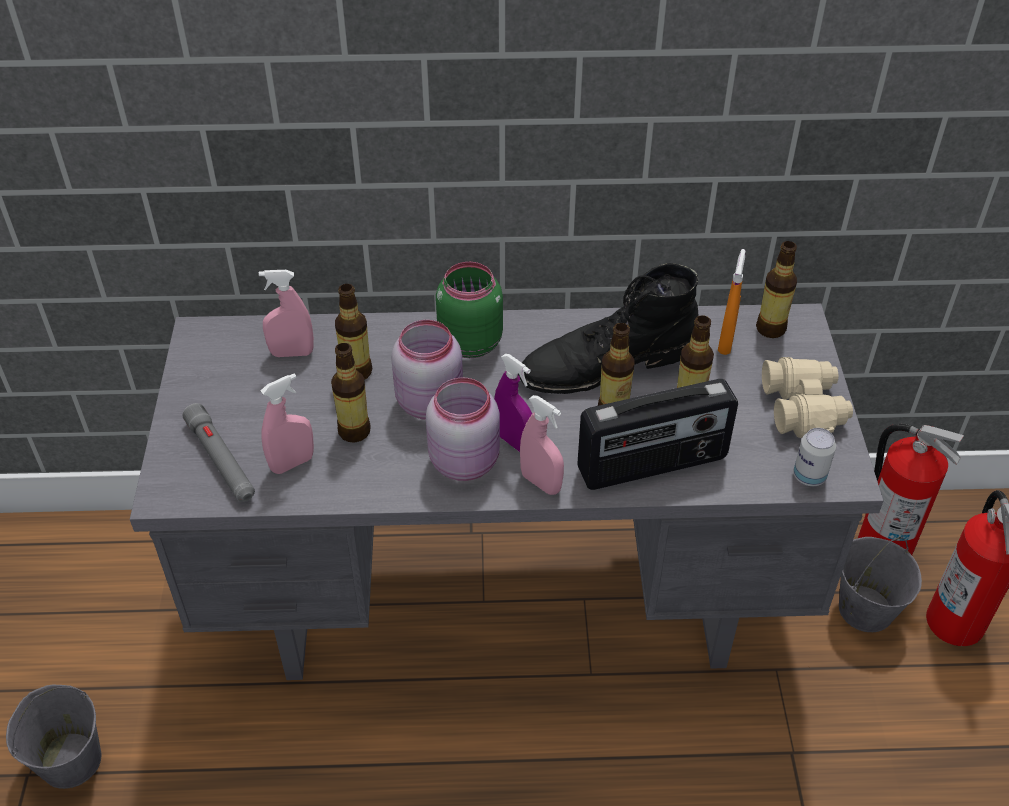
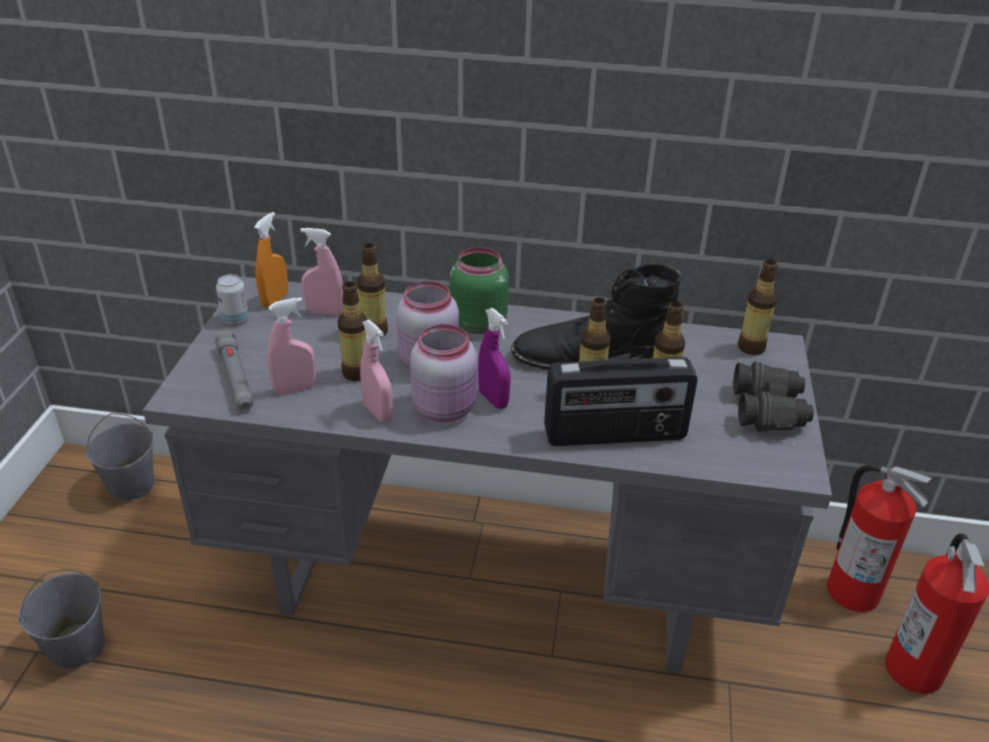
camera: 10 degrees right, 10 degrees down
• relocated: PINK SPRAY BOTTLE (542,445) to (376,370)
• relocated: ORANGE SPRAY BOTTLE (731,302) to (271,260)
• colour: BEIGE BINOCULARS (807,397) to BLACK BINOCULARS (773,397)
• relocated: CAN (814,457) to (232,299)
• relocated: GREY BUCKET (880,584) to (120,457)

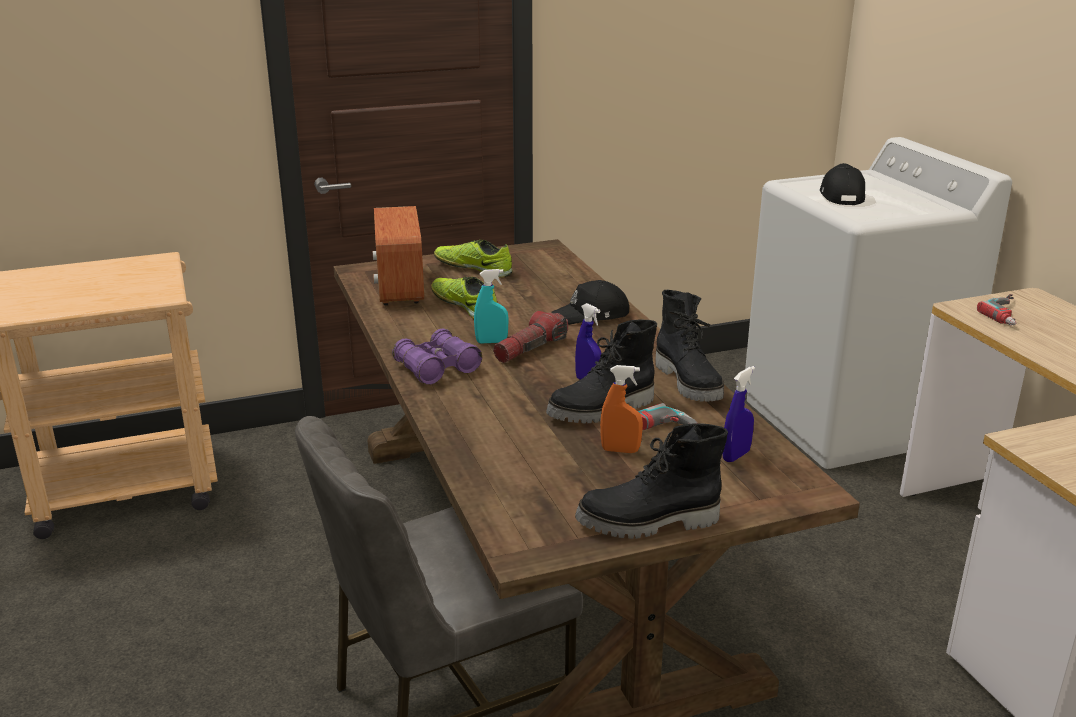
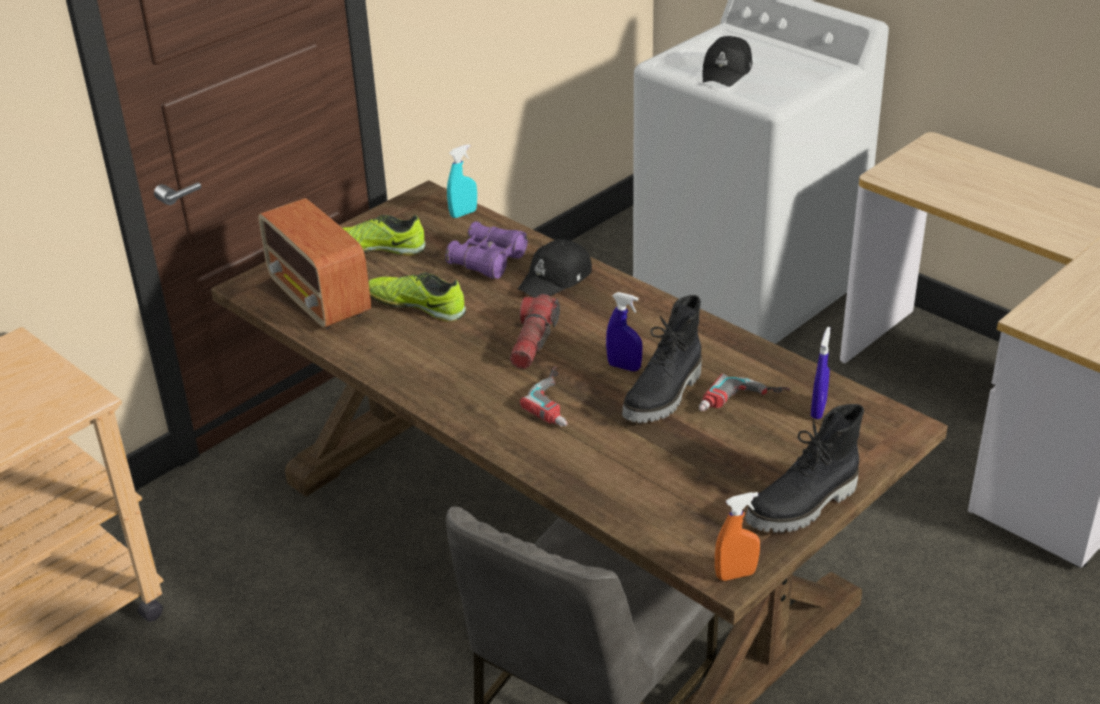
camera: 25 degrees left, 10 degrees up
• relocated: PURPLE BINOCULARS (437,357) to (486,250)
• relocated: TURQUOISE SPRAY BOTTLE (491,306) to (462,181)
• relocated: ORANGE SPRAY BOTTLE (621,409) to (737,536)
• missing: BLACK BOOT (689,346)
• spun: BLACK CAP (842,184) = (727,61) 135 degrees counterclockwise
• relocated: POWER DRILL (996,309) to (544,396)

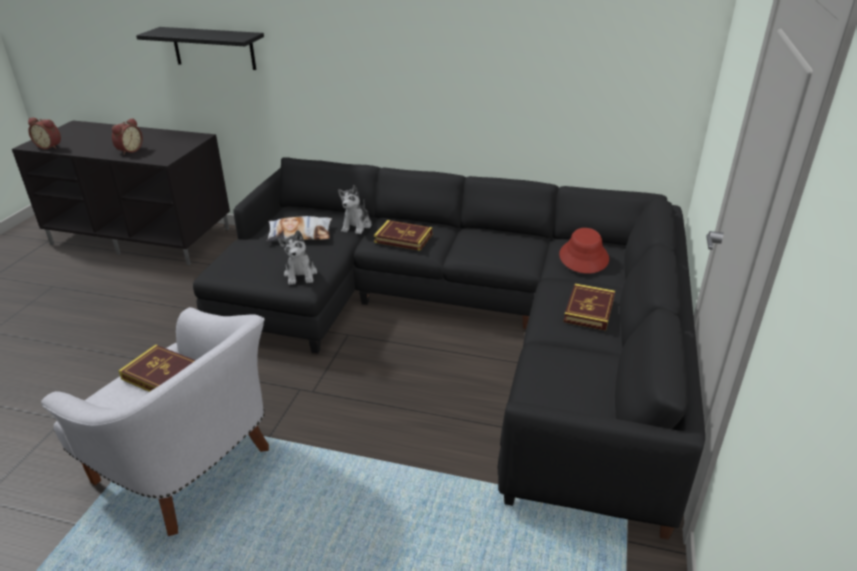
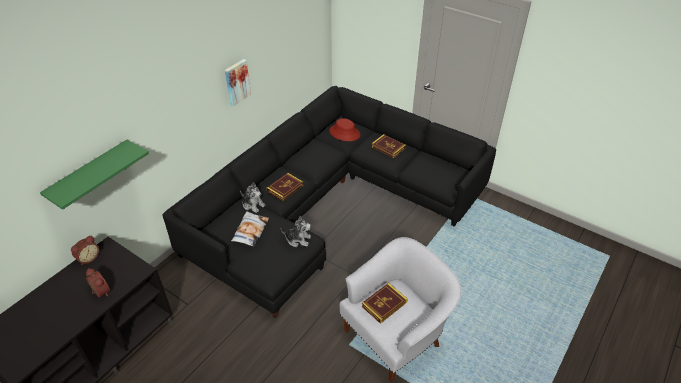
camera: 70 degrees left, 10 degrees up
• relocated: ALARM CLOCK (44,133) to (85,250)
• colour: BLACK SHELF (200,48) to GREEN SHELF (94,175)
• appeared: PICTURE (238,82)

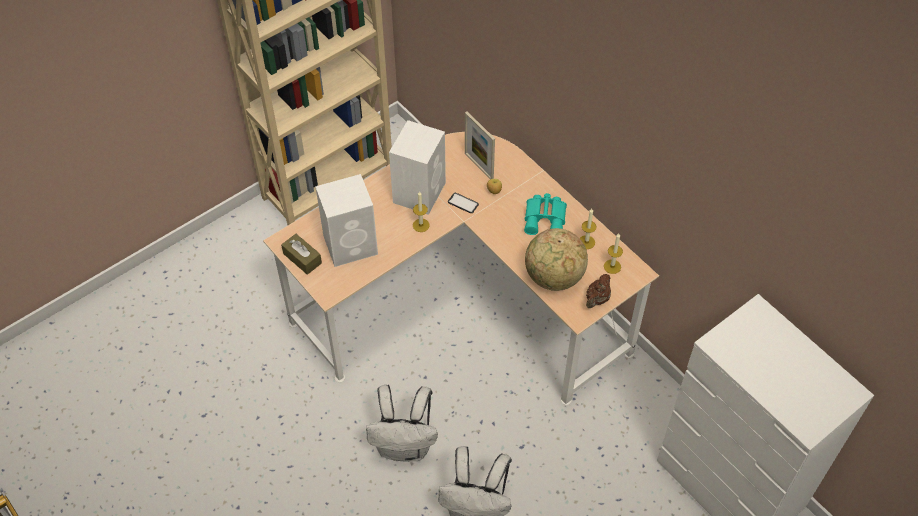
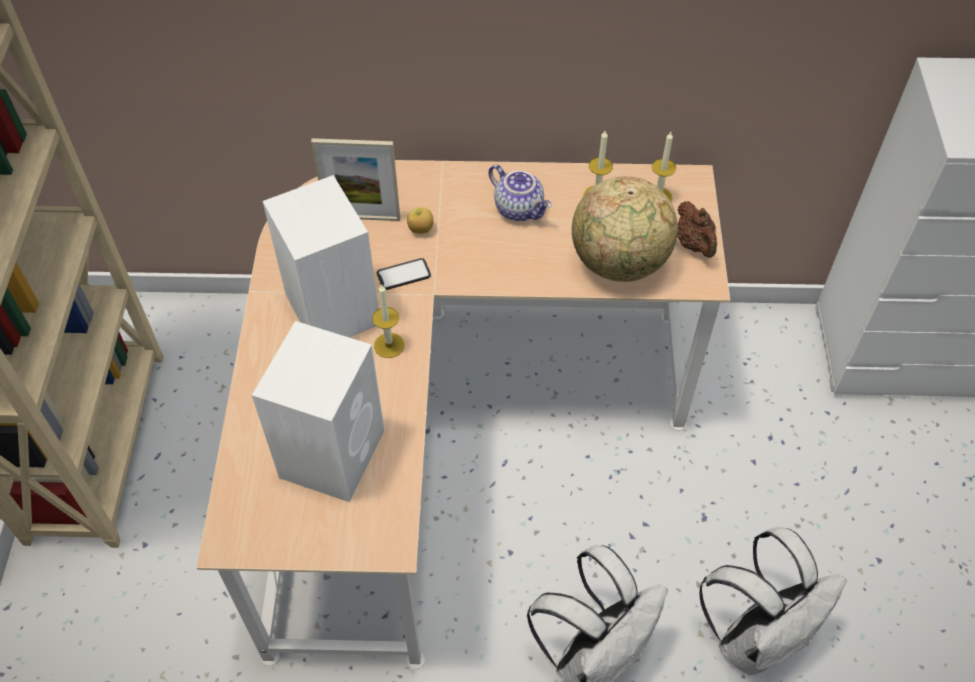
camera: 50 degrees left, 0 degrees up
• missing: BROWN TISSUE BOX (301,254)
• exchanged: TURQUOISE BINOCULARS (545,214) to TEAPOT (519,193)

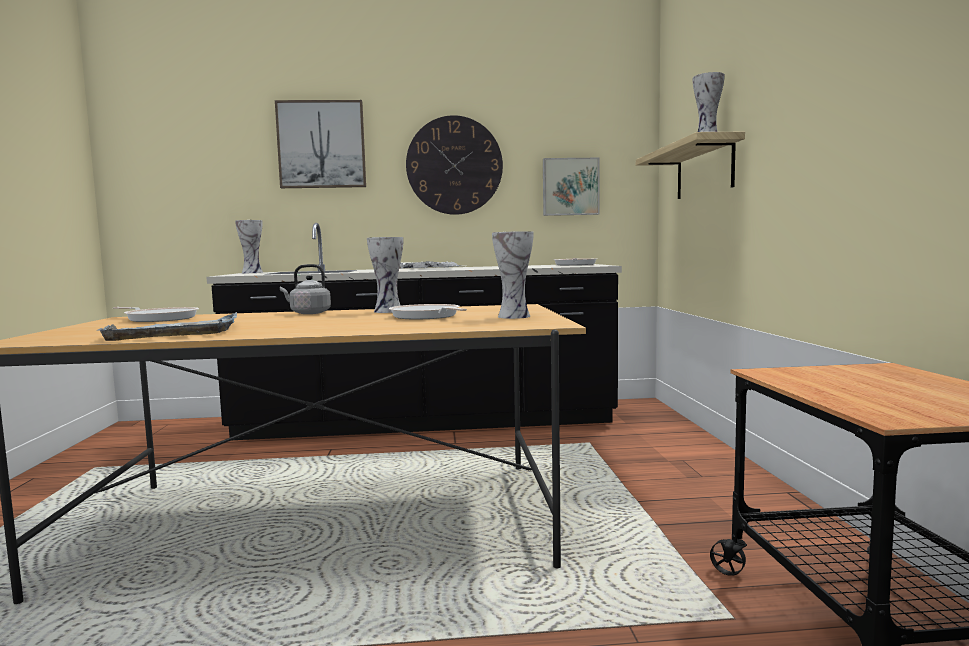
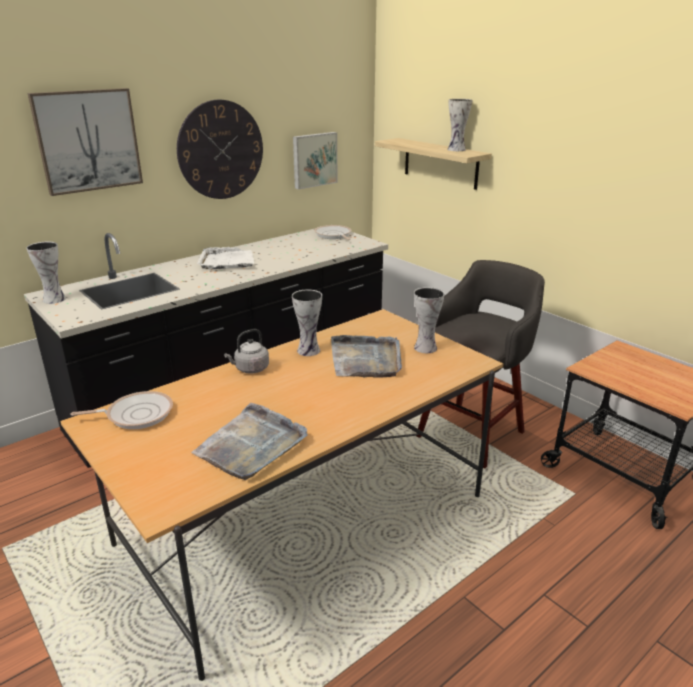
camera: 35 degrees left, 20 degrees up
• exchanged: FRYING PAN (428,311) to GREY TRAY (366,356)
• appeared: GREY STOOL (480,364)

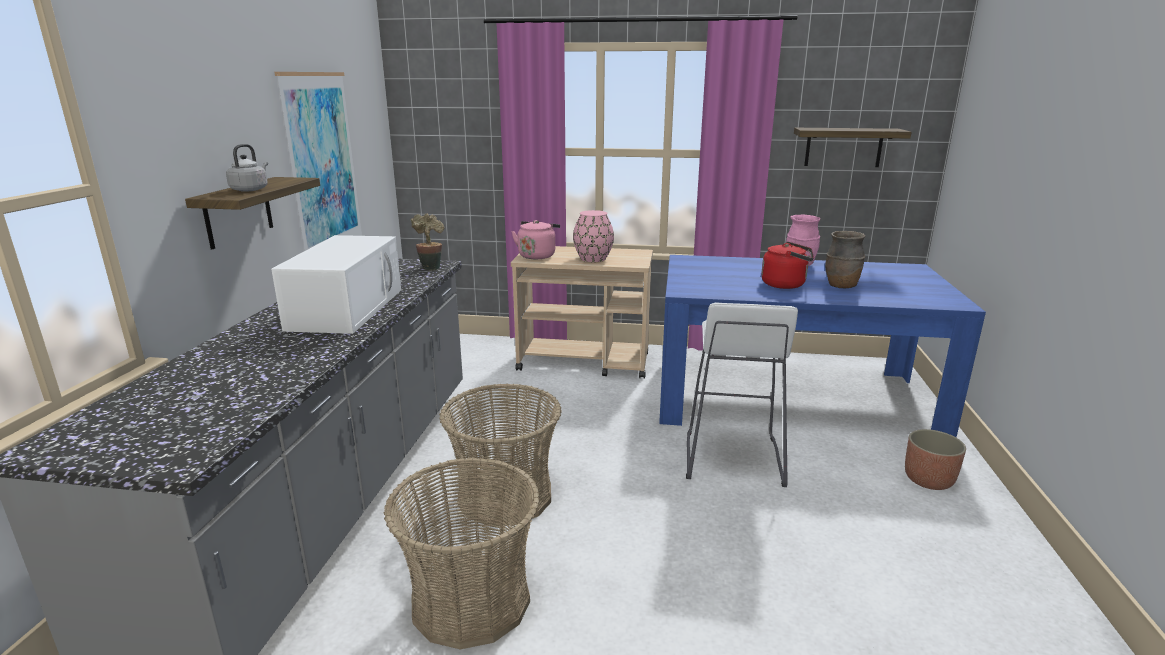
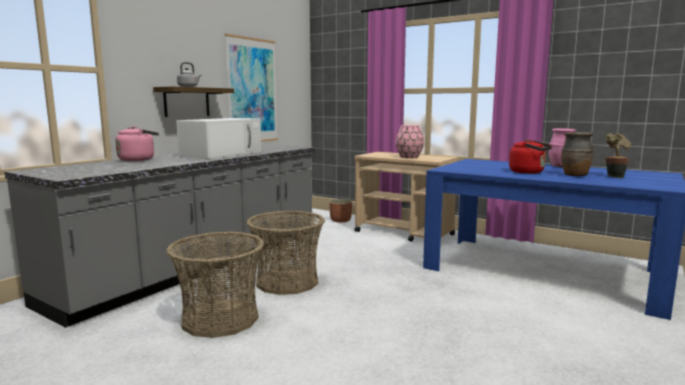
camera: 25 degrees right, 10 degrees down
• relocated: POTTED PLANT (427,241) to (618,156)
• relocated: PINK KETTLE (535,239) to (137,143)
• missing: WHITE STOOL (742,394)
• missing: SHELF (852,147)
• relocated: PLANTER (935,459) to (340,211)

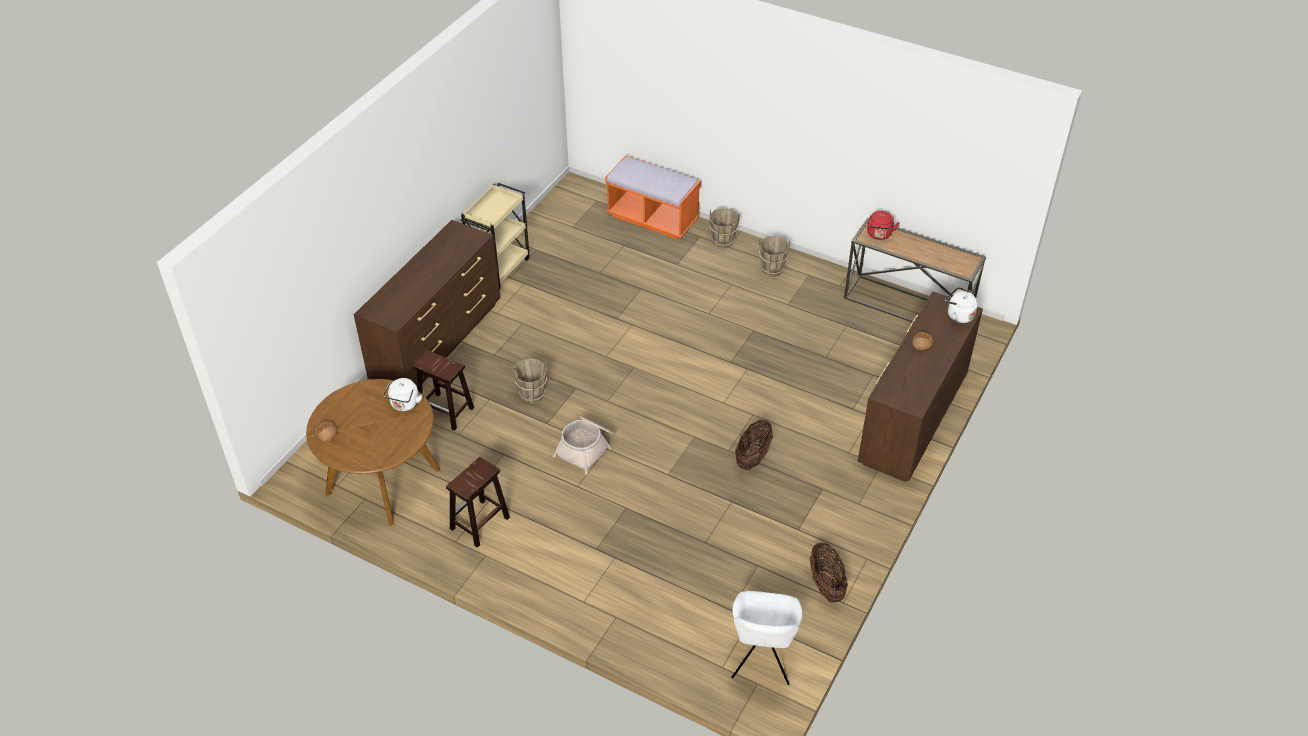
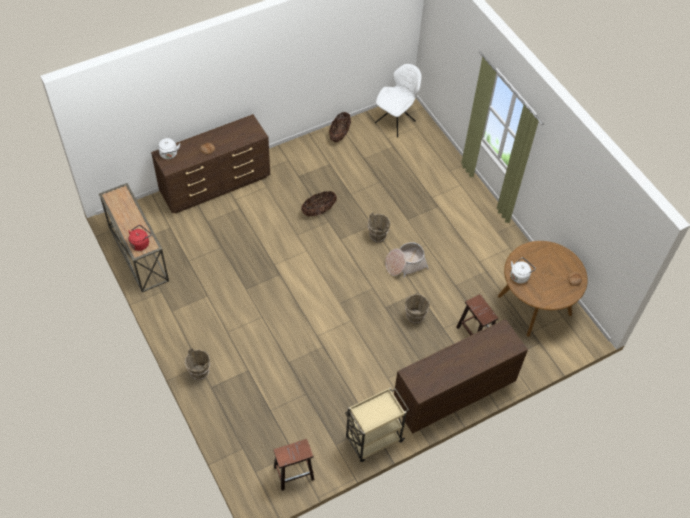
camera: 150 degrees left, 10 degrees up
• relocated: BROWN STOOL (478,502) to (293,465)
• missing: ORANGE BENCH (653,197)
• relocated: BROWN BUCKET (774,256) to (379,227)

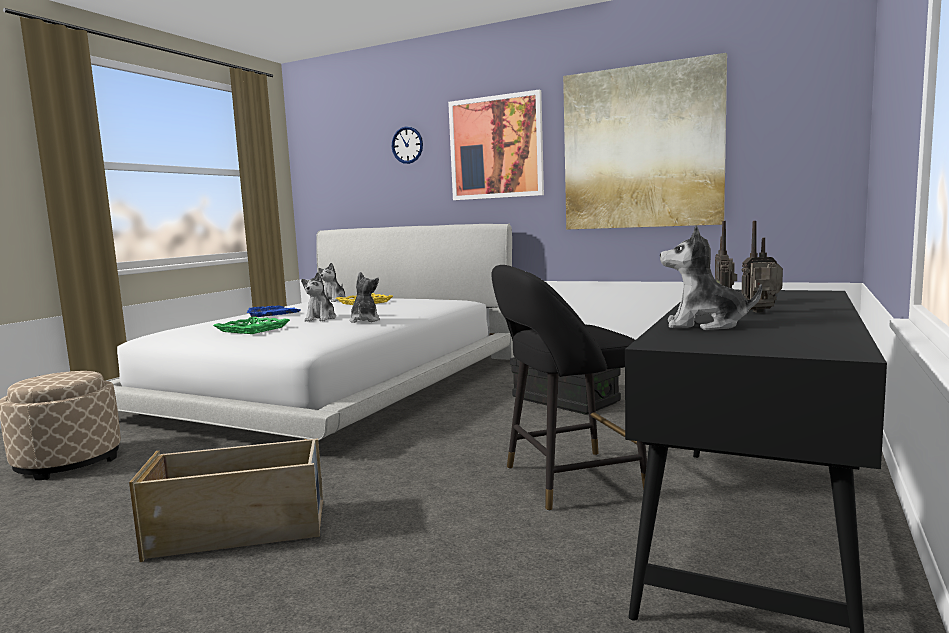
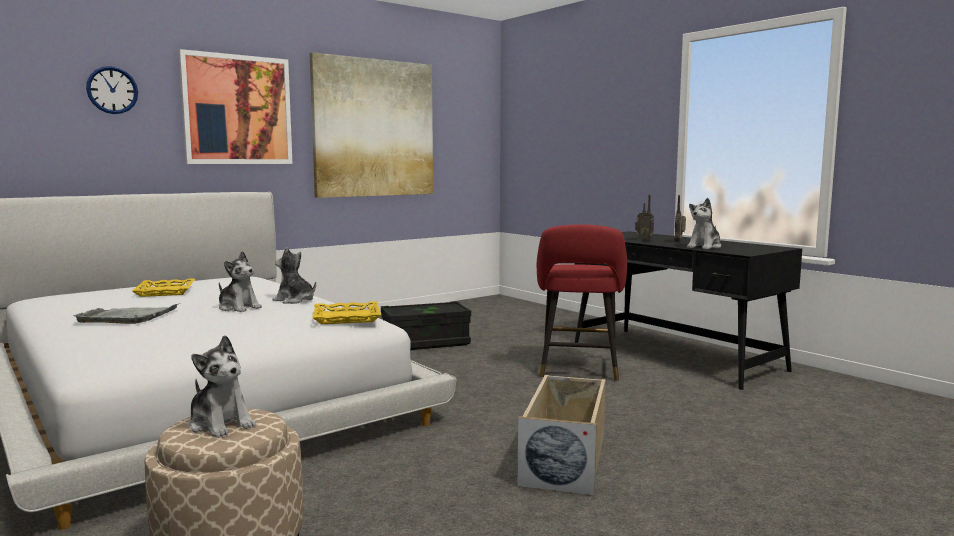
camera: 65 degrees left, 0 degrees up
• missing: GREEN TRAY (251,325)
• colour: BLUE TRAY (274,311) to GREY TRAY (125,314)
• relocated: PLUSH TOY (332,282) to (222,386)
• colour: BLACK STOOL (569,388) to RED STOOL (582,302)
• appeared: YELLOW TRAY (346,312)

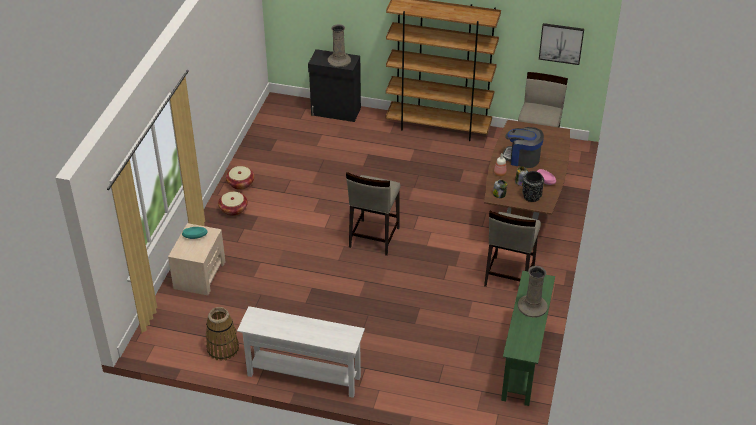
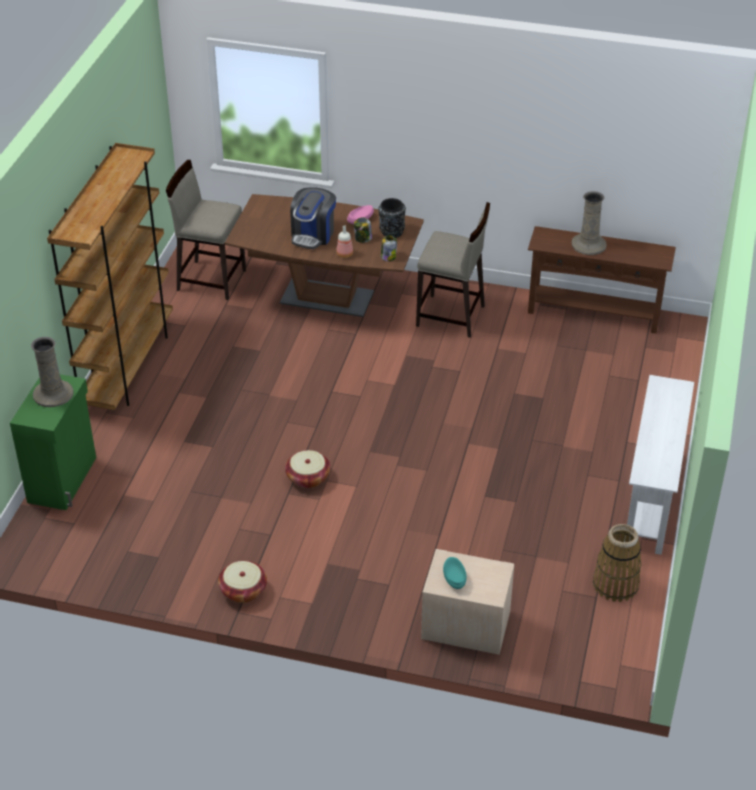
camera: 90 degrees left, 0 degrees up
• relocated: BASKET (233,204) to (307,469)
• colour: BLACK CABINET (334,85) to GREEN CABINET (53,442)
• missing: BEIGE STOOL (373,214)
• colour: GREEN CONSOLE TABLE (528,338) to BROWN CONSOLE TABLE (602,279)
• missing: PICTURE (561,44)

